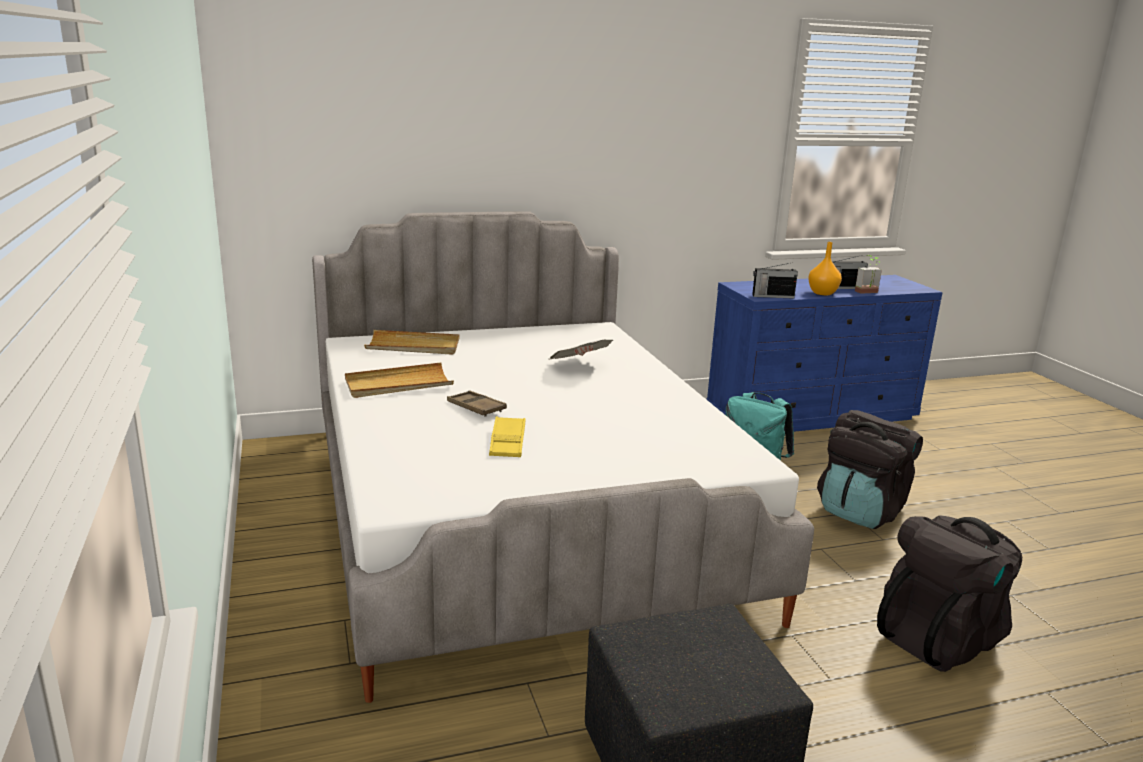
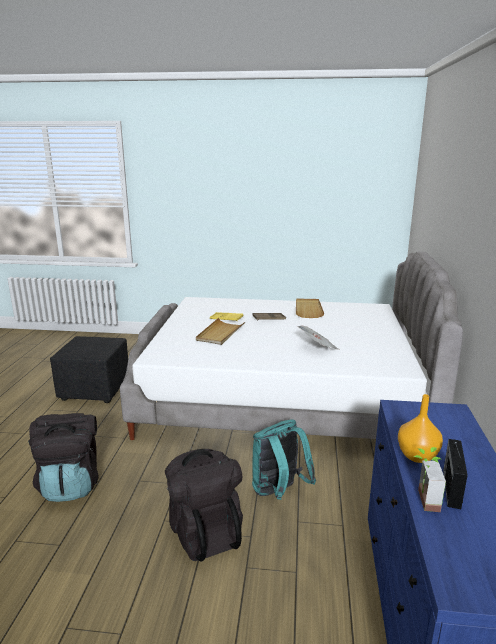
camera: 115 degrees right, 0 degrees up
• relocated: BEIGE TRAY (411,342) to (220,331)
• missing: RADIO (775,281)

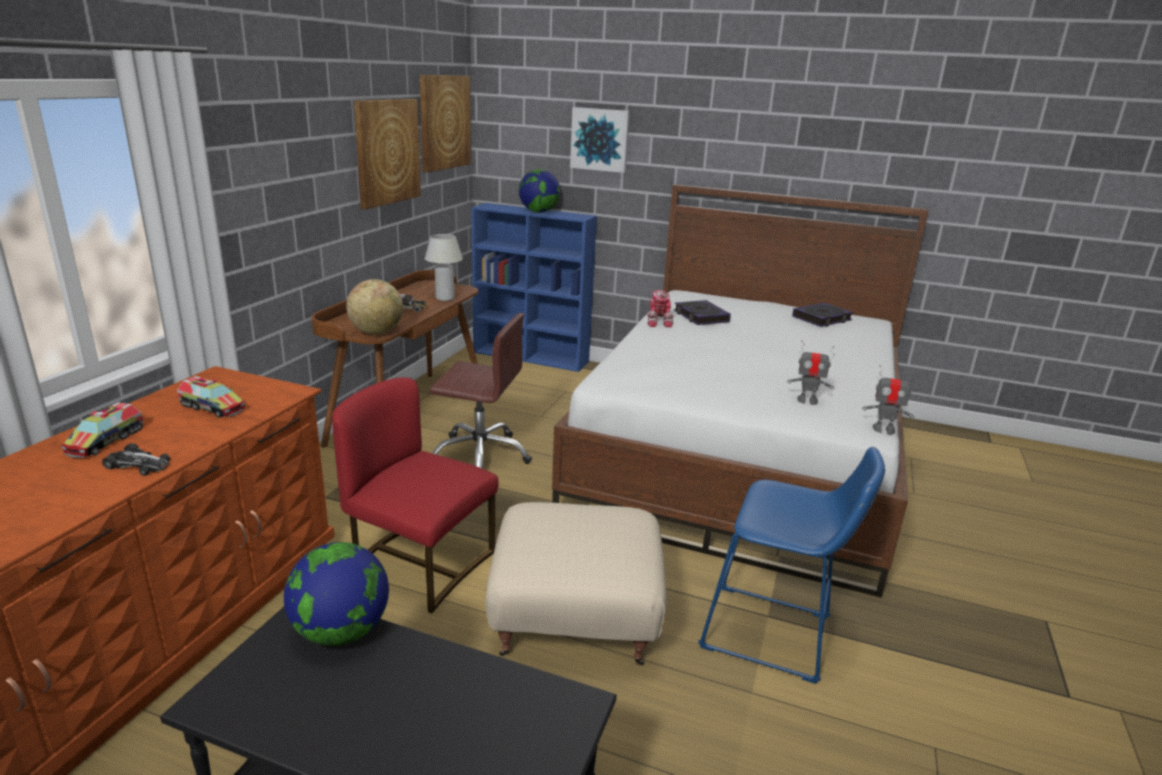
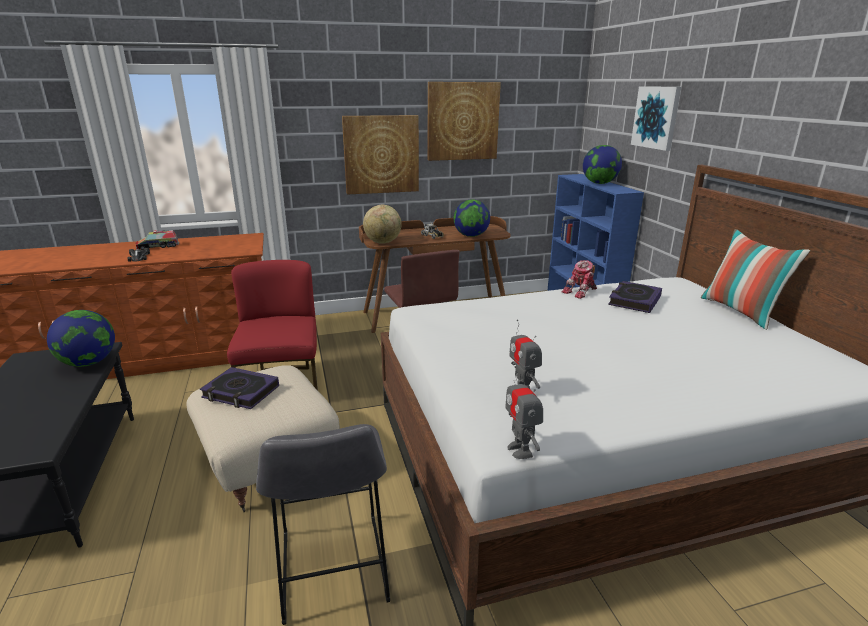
camera: 55 degrees right, 0 degrees up
• missing: TOY TRUCK (211,397)
• relocated: PICTURE (445,124) to (380,155)
• exchanged: WHITE TABLE LAMP (444,267) to GLOBE (471,218)
• colour: BLUE STOOL (791,565) to GREY STOOL (323,524)
• relocated: BOOK (822,315) to (239,388)
• appeared: PILLOW (755,279)

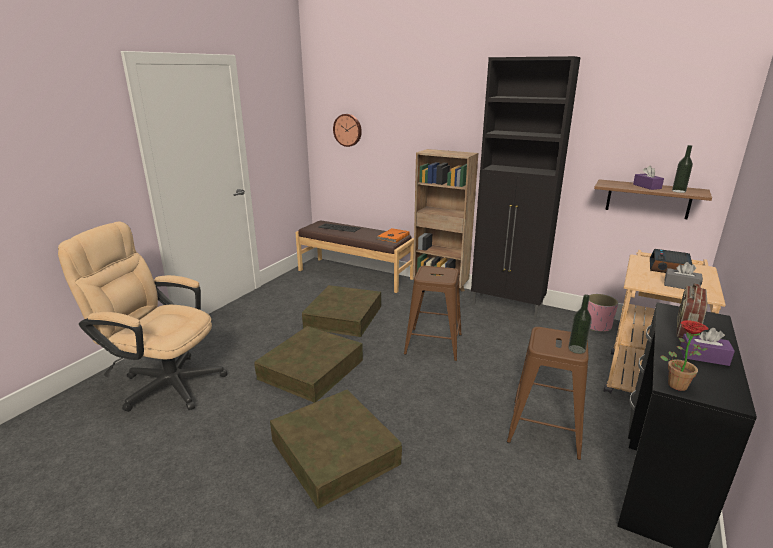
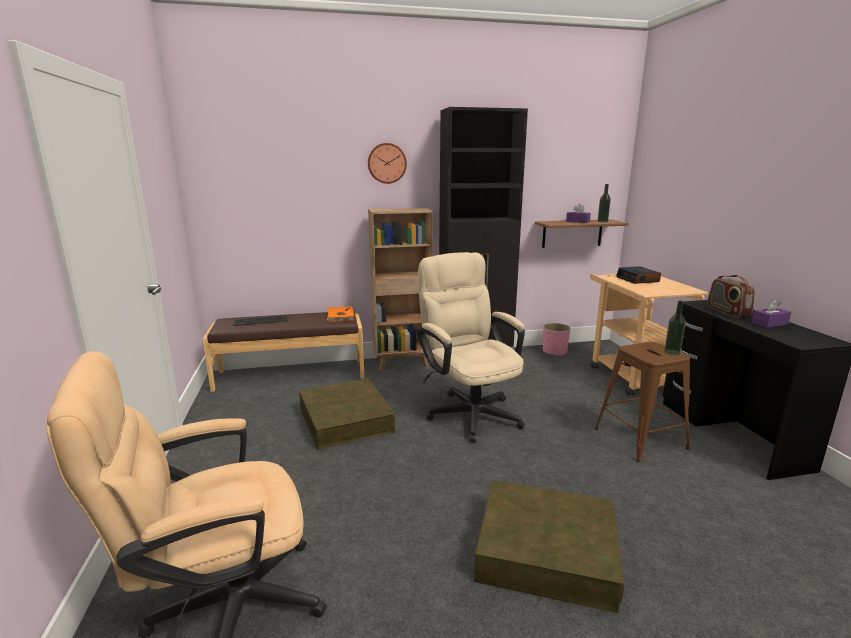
camera: 40 degrees left, 5 degrees down
• missing: BROWN STORAGE BOX (308,364)
• relocated: WALL CLOCK (347,130) to (387,163)
• exchanged: BROWN STOOL (433,313) to BEIGE OFFICE CHAIR (470,347)
• missing: POTTED PLANT (684,355)
• missing: GREY TISSUE BOX (683,275)

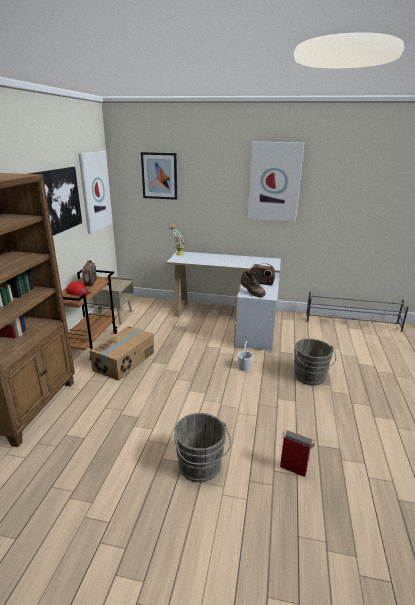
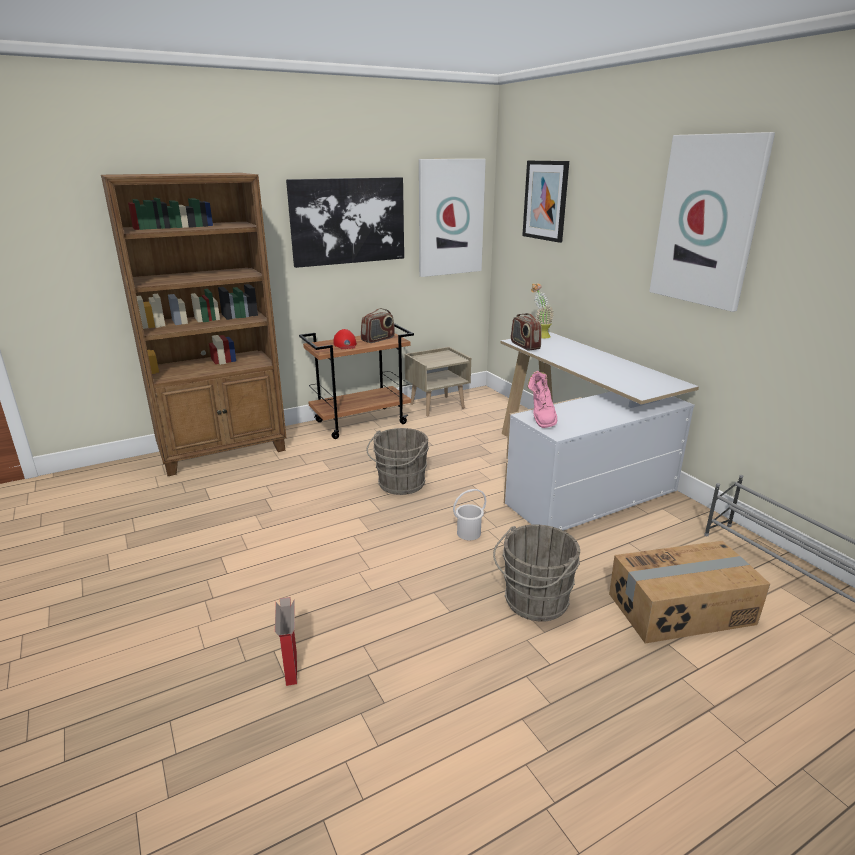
camera: 50 degrees right, 0 degrees up
• relocated: CARDBOARD BOX (121,353) to (689,592)
• relocated: GREY BUCKET (202,447) to (397,461)
• colour: BROWN BOOT (253,283) to PINK BOOT (542,399)
• relocated: RADIO (263,274) to (526,332)

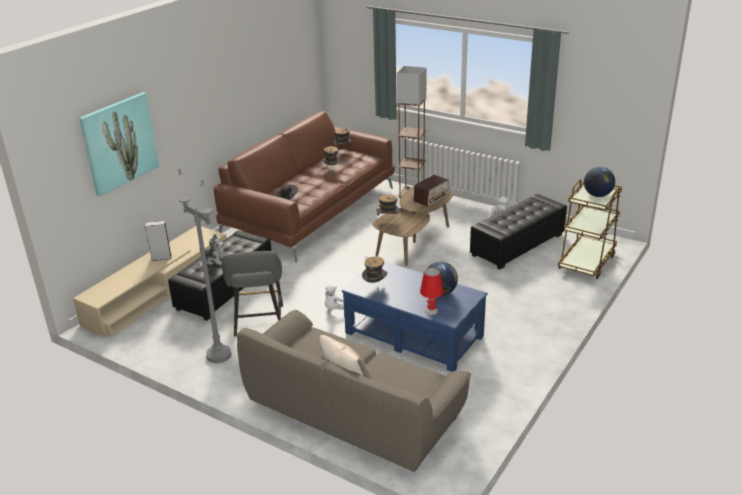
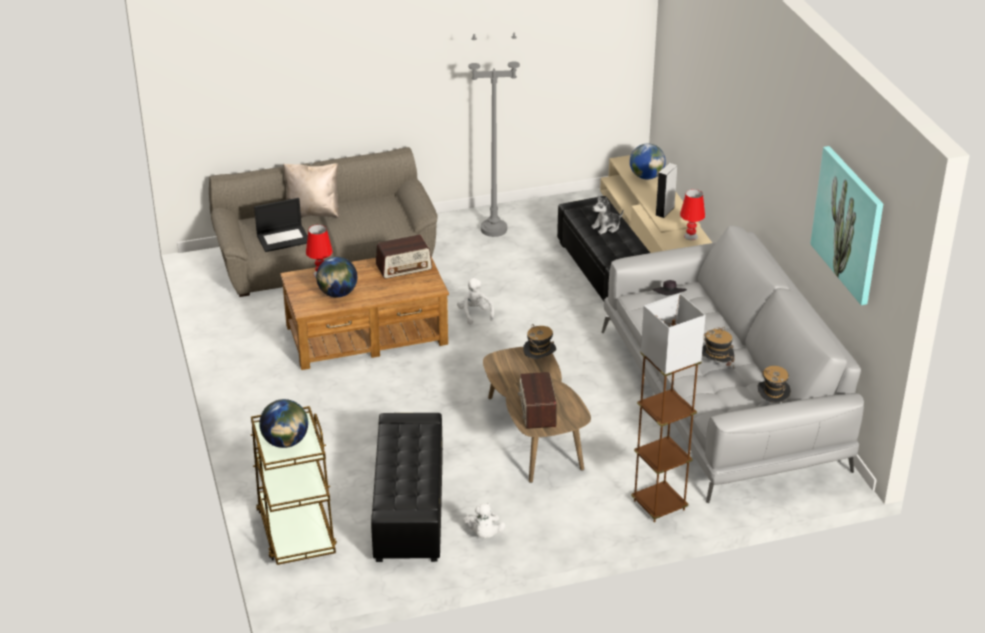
camera: 130 degrees right, 5 degrees up
• relocated: PICTURE (119,144) to (846,225)
• colour: BROWN SOFA (304,187) to GREY SOFA (732,364)
• missing: GREY STOOL (252,294)
• colour: BLUE COFFEE TABLE (415,317) to BROWN COFFEE TABLE (364,313)
• exchanged: HAT (375,269) to RADIO (404,257)
• appeared: LAPTOP (281,225)
• appeared: GLOBE (648,161)
• appeared: RED TABLE LAMP (692,214)

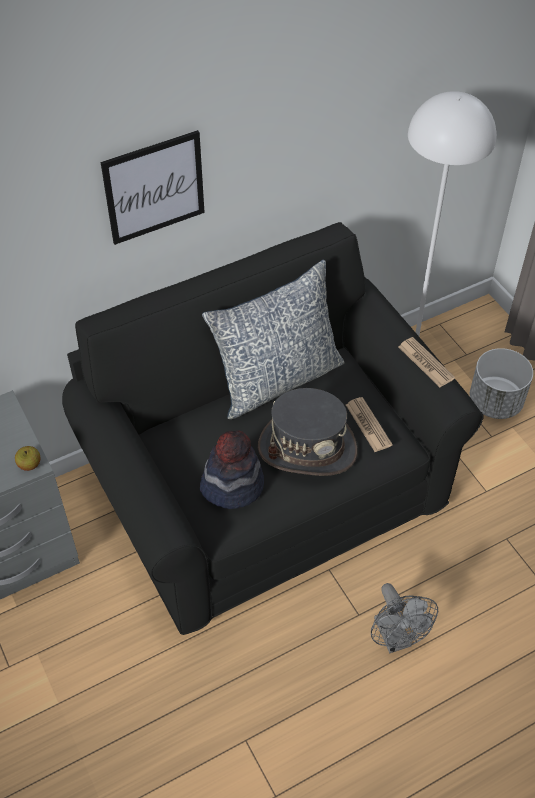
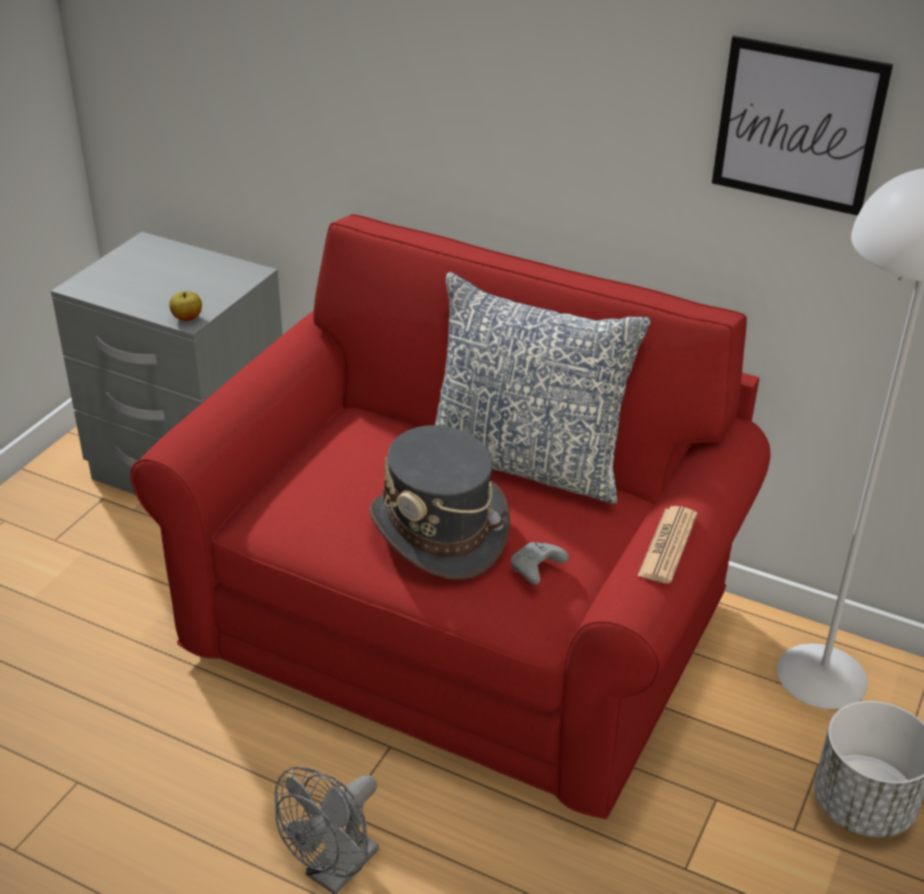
camera: 55 degrees right, 15 degrees down
• colour: BLACK SOFA (273,428) to RED SOFA (450,516)
• relocated: PICTURE (153,187) to (802,126)
• missing: HAT (232,470)
• exchanged: NEWSPAPER (369,424) to GREY GAME CONTROLLER (540,563)

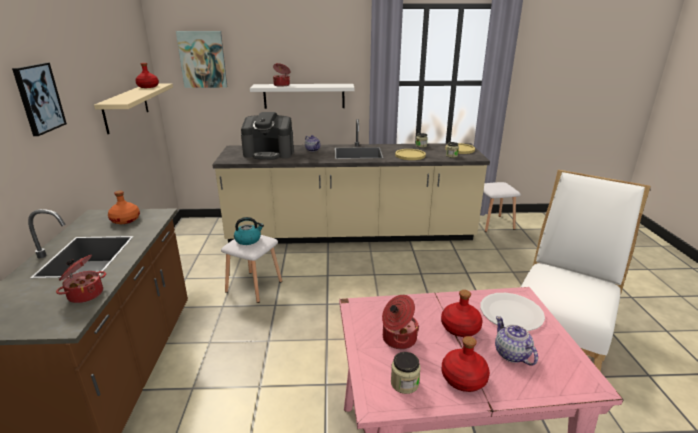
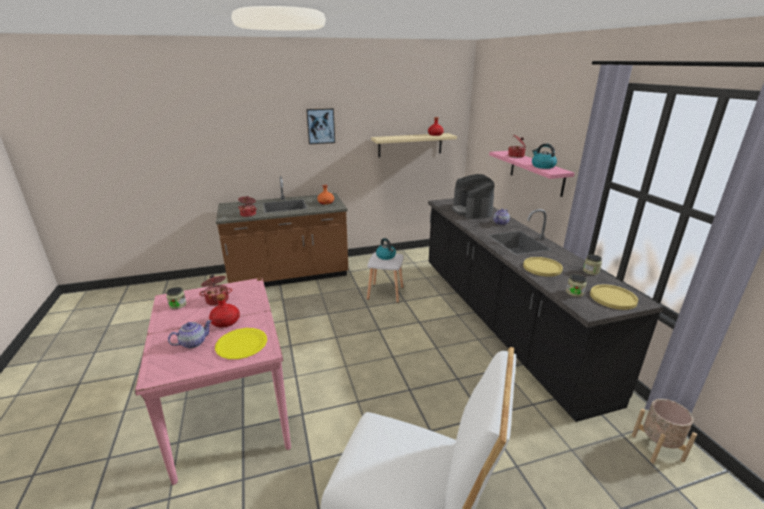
camera: 75 degrees right, 0 degrees up
• missing: PICTURE (201,59)
• colour: BEIGE COUNTER (351,181) to BLACK COUNTER (546,310)
• colour: WHITE SHELF (302,96) to PINK SHELF (532,174)
• missing: RED BOTTLE (465,364)
• colour: WHITE PLATE (512,312) to YELLOW PLATE (241,343)
• exchanged: WHITE STOOL (502,207) to BEIGE PLANTER (664,431)
• appeared: KETTLE (544,156)

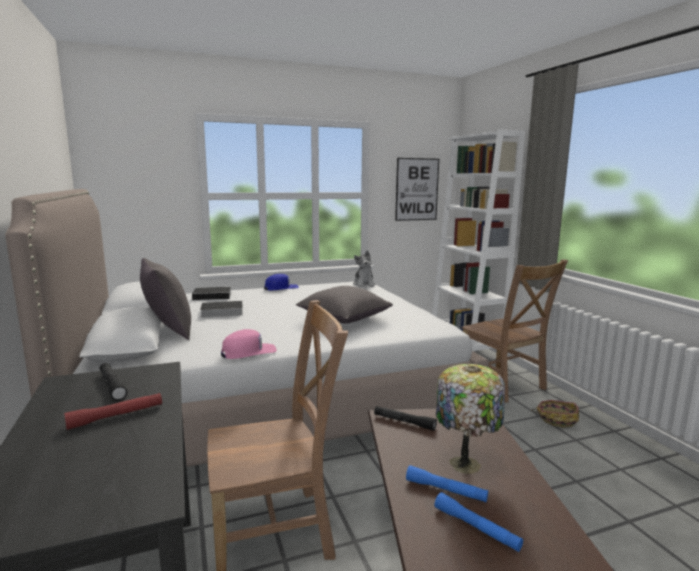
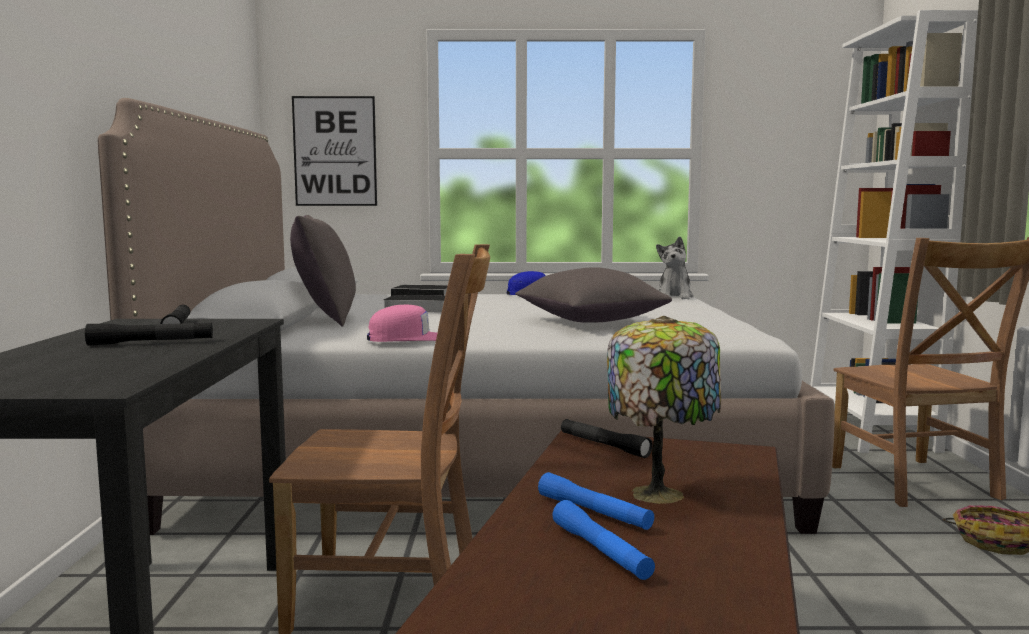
camera: 20 degrees right, 5 degrees down
• colour: RED FLASHLIGHT (113,411) to BLACK FLASHLIGHT (149,334)
• relocated: PICTURE (417,189) to (334,151)

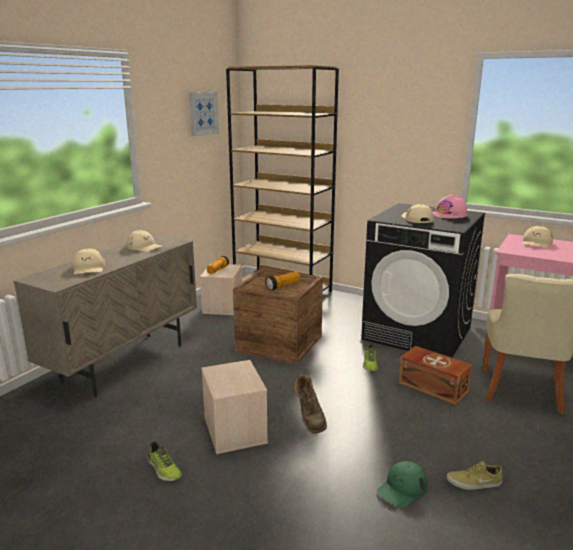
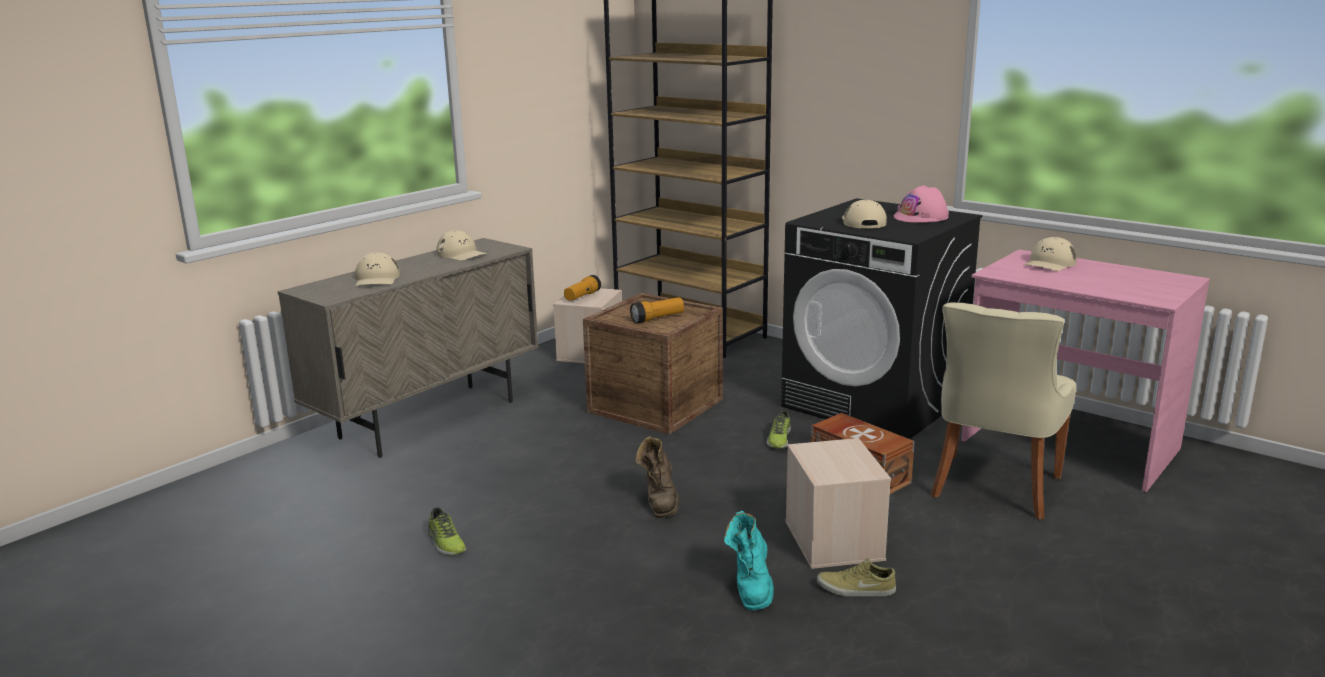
camera: 10 degrees right, 0 degrees up
• missing: PICTURE (204,114)
• relocated: BEIGE STORAGE BOX (234,407) to (838,503)
• exchanged: GREEN CAP (402,484) to TURQUOISE BOOT (749,560)

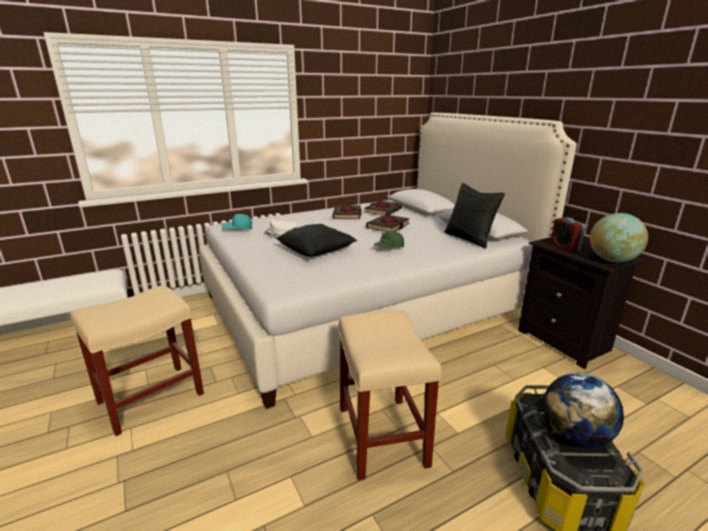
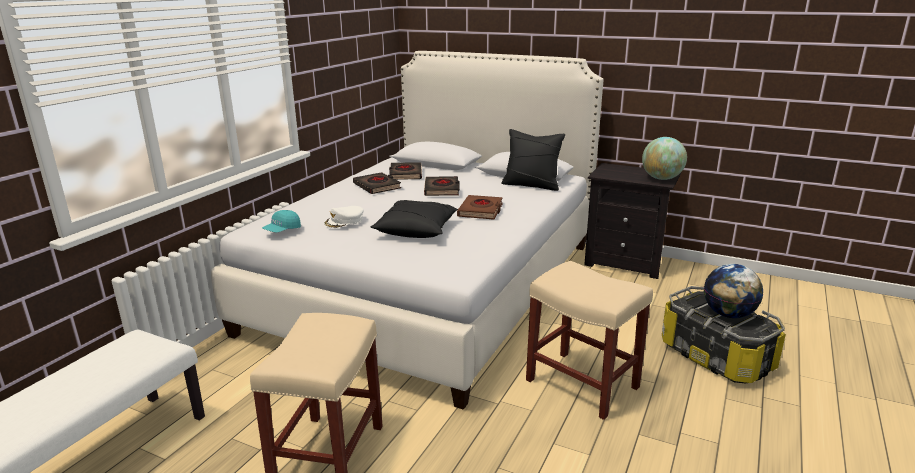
camera: 35 degrees left, 0 degrees up
• exchanged: GREEN CAP (388,240) to BROWN BOOK (480,207)
• missing: ALARM CLOCK (568,234)

